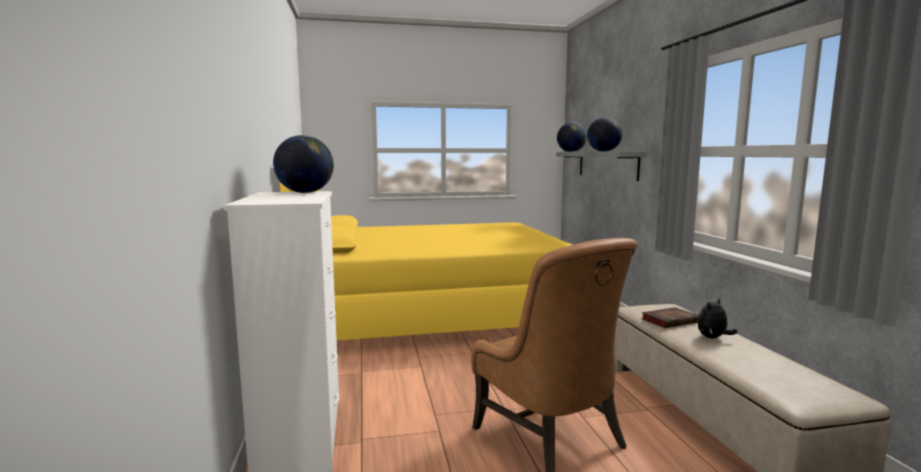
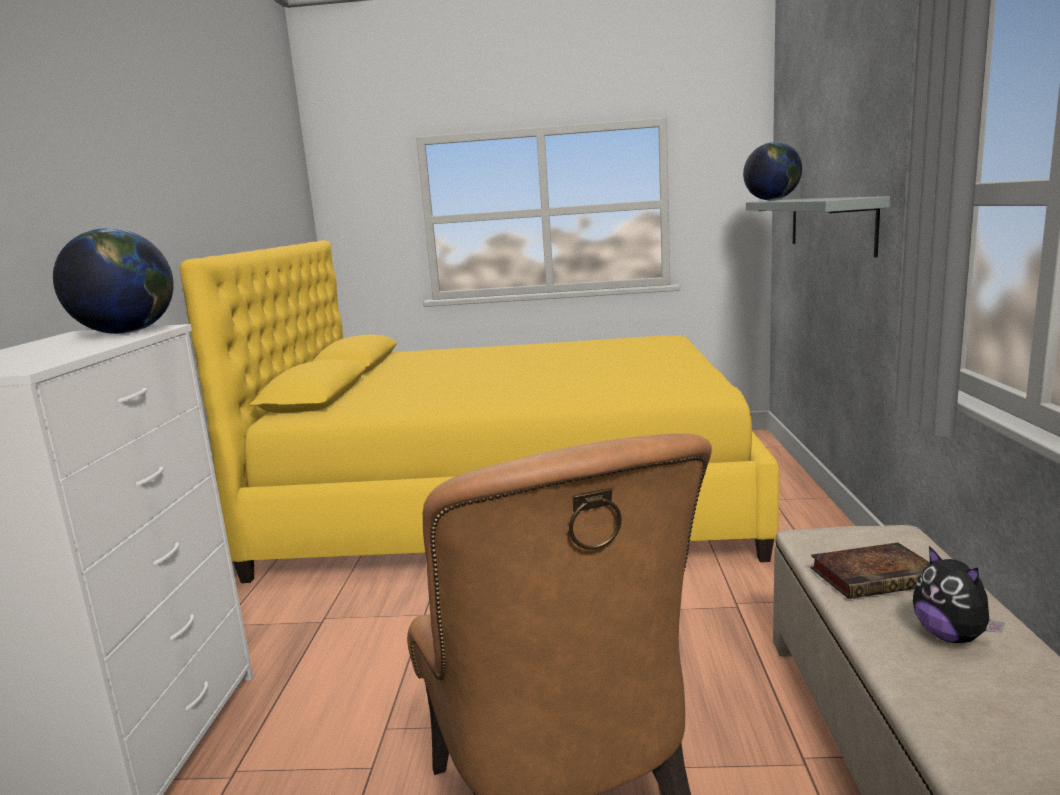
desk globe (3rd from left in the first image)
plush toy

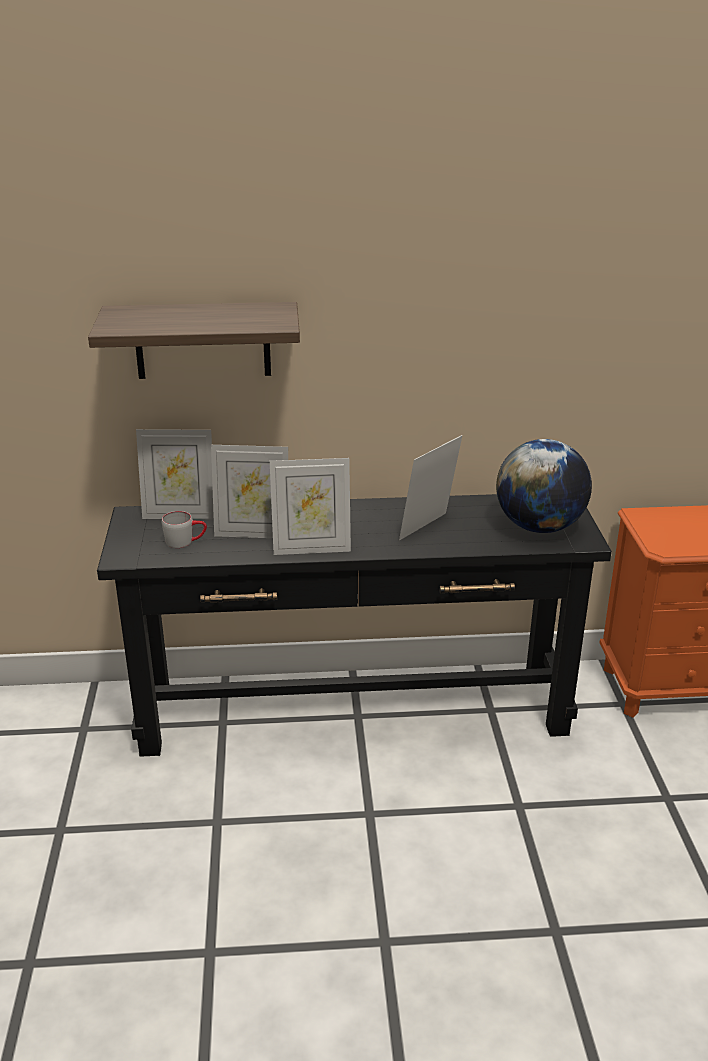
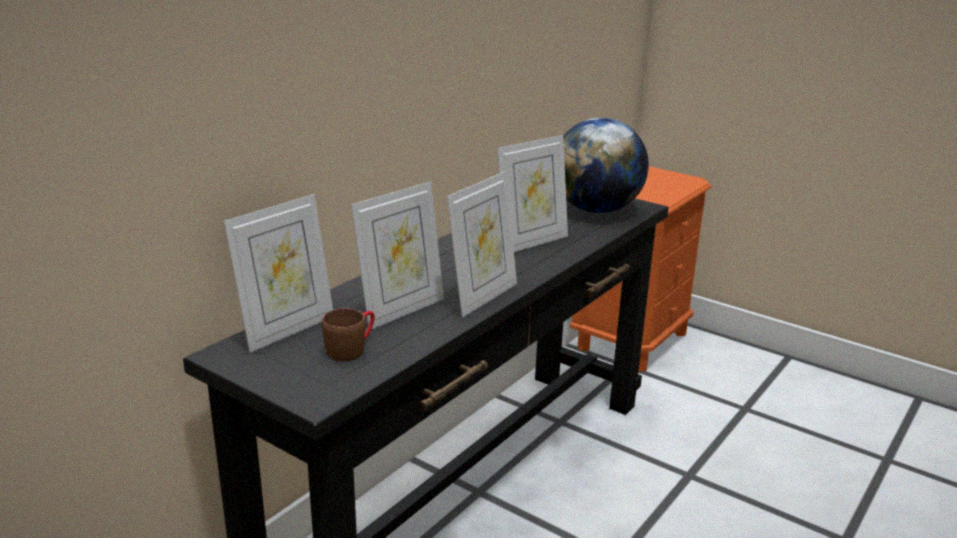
wall shelf
picture frame (4th from left)
brown-coloured coffee mug

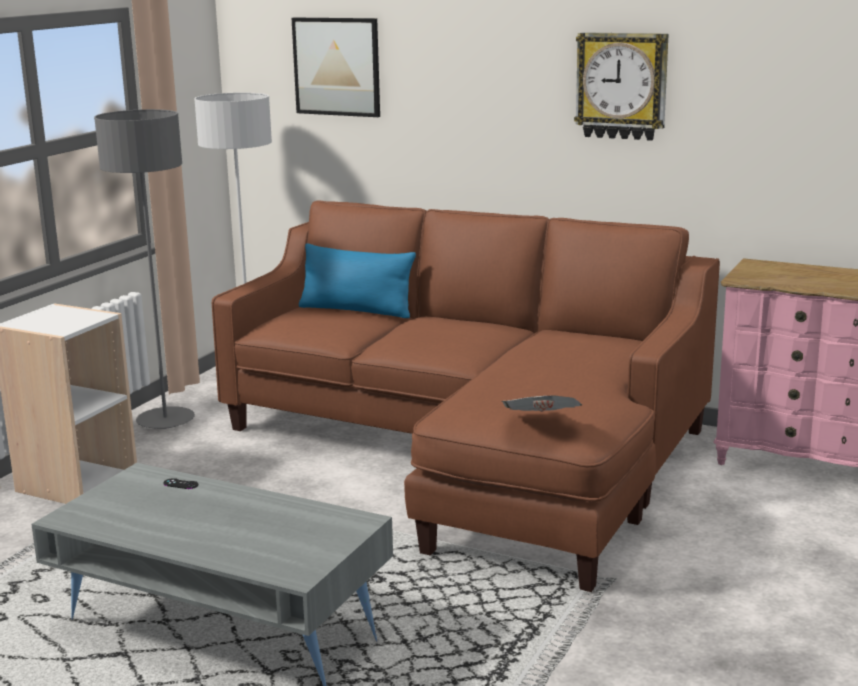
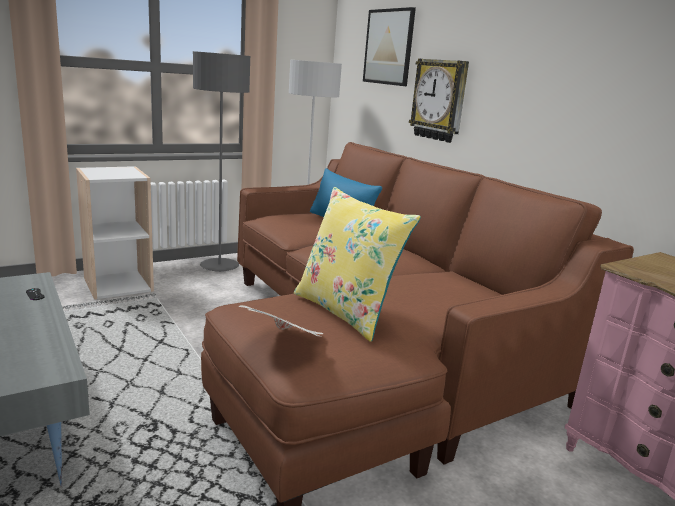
wall clock
yellow pillow

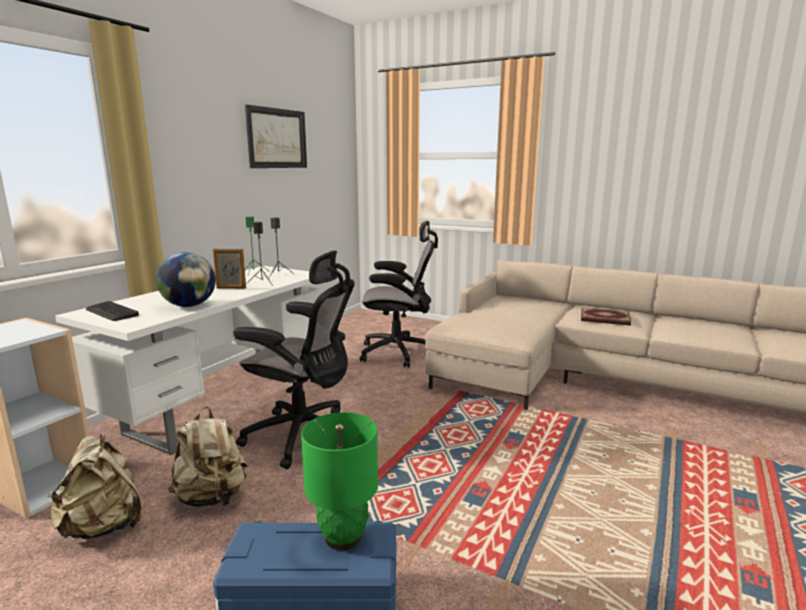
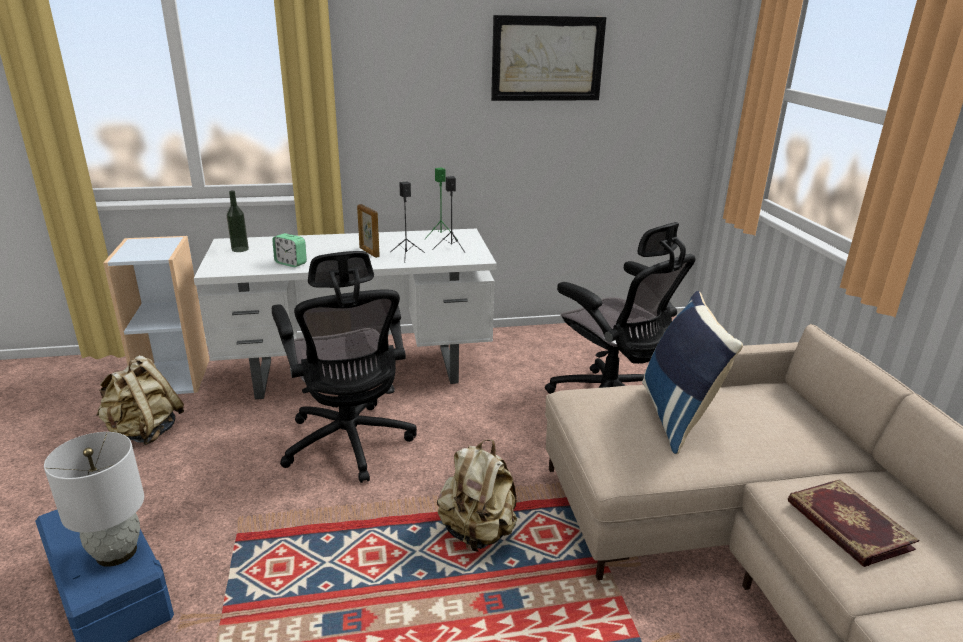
alarm clock
bottle
beige-coloured knapsack (2nd from left)
whitish table lamp
blue-coloured pillow

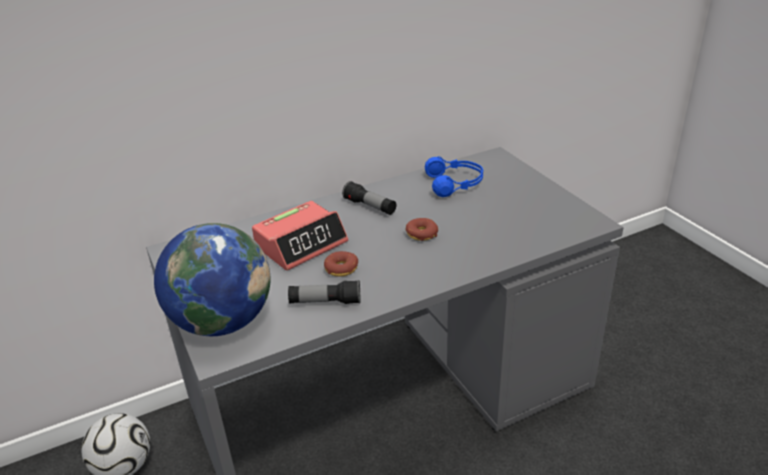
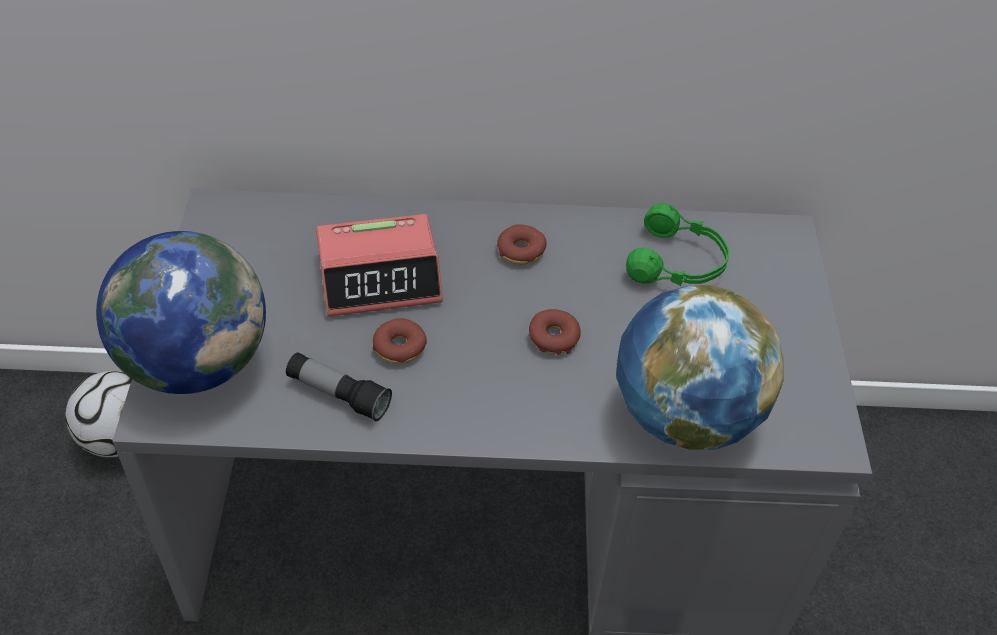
green-coloured headset
doughnut (2nd from left)
desk globe (2nd from left)

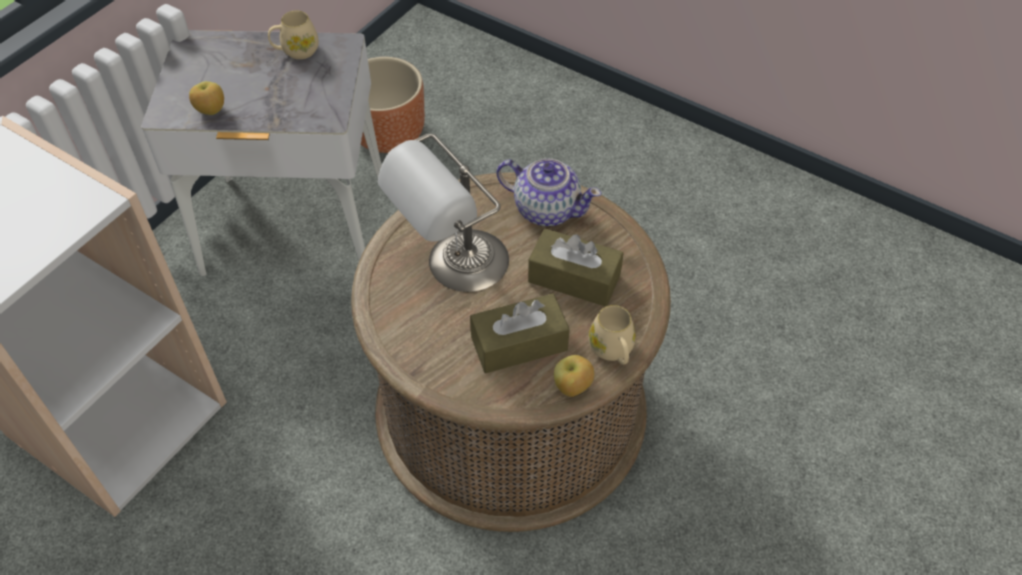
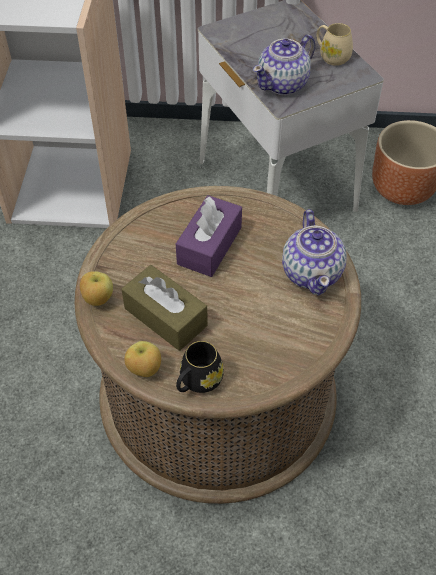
whole apple (1st from left)
purple-coloured tissue box
brown-coloured tissue box (2nd from left in the first image)
black-coloured coffee mug
teapot (1st from left)

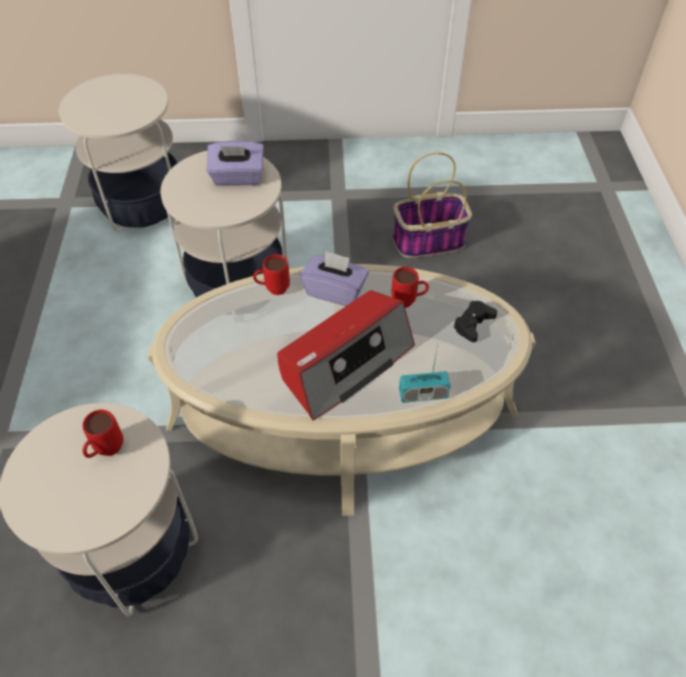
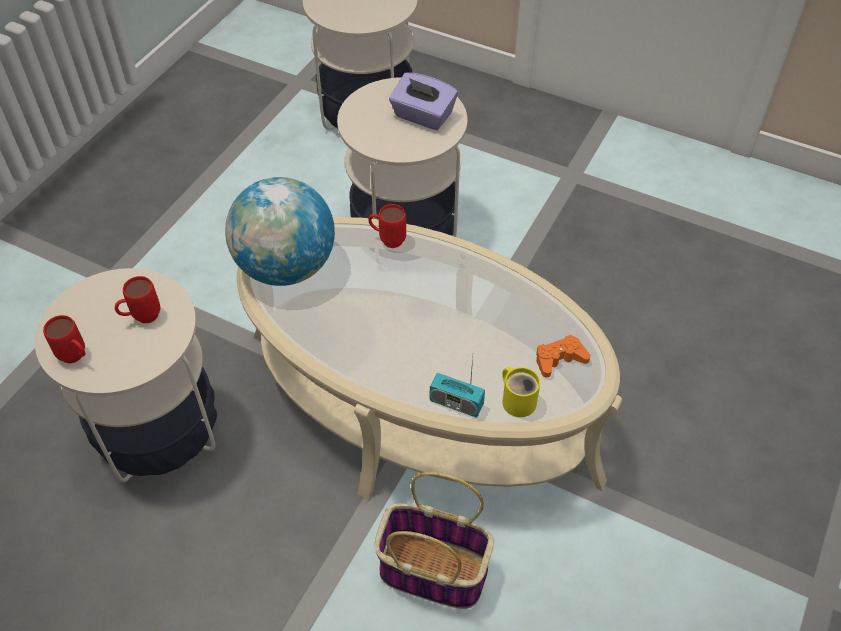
household basket
purple-coloured tissue box (2nd from left in the first image)
red-coloured coffee mug (1st from left)
radio (1st from left in the first image)
orange joypad
desk globe
yellow coffee mug

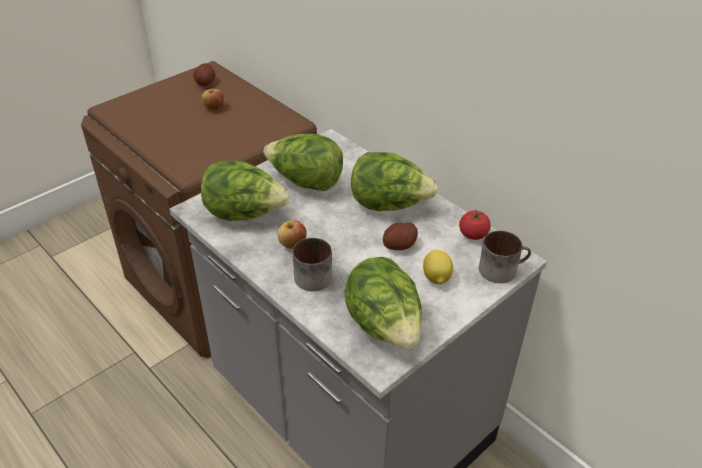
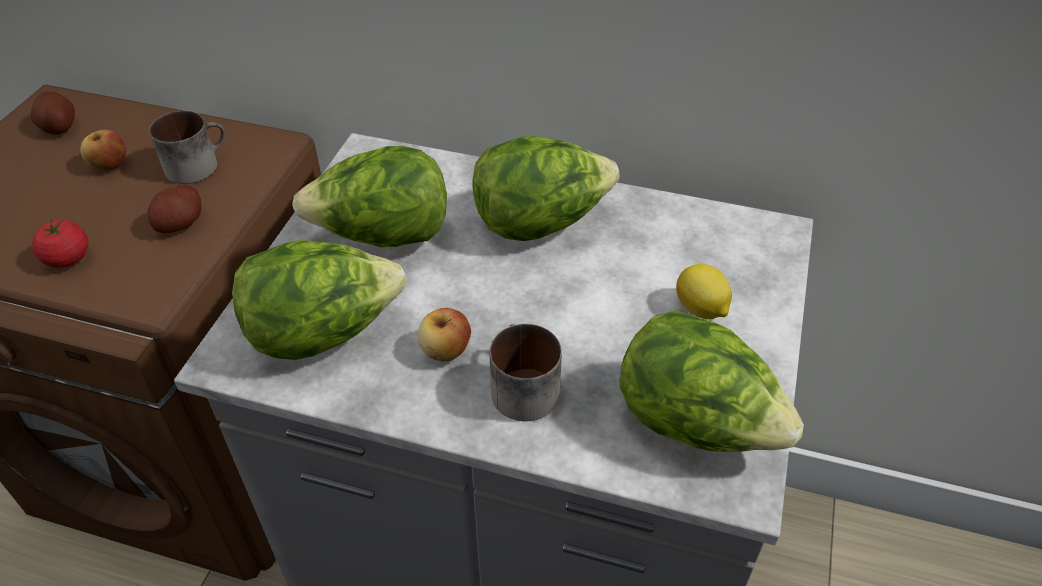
tomato
whole potato (2nd from left)
coffee mug (1st from left)

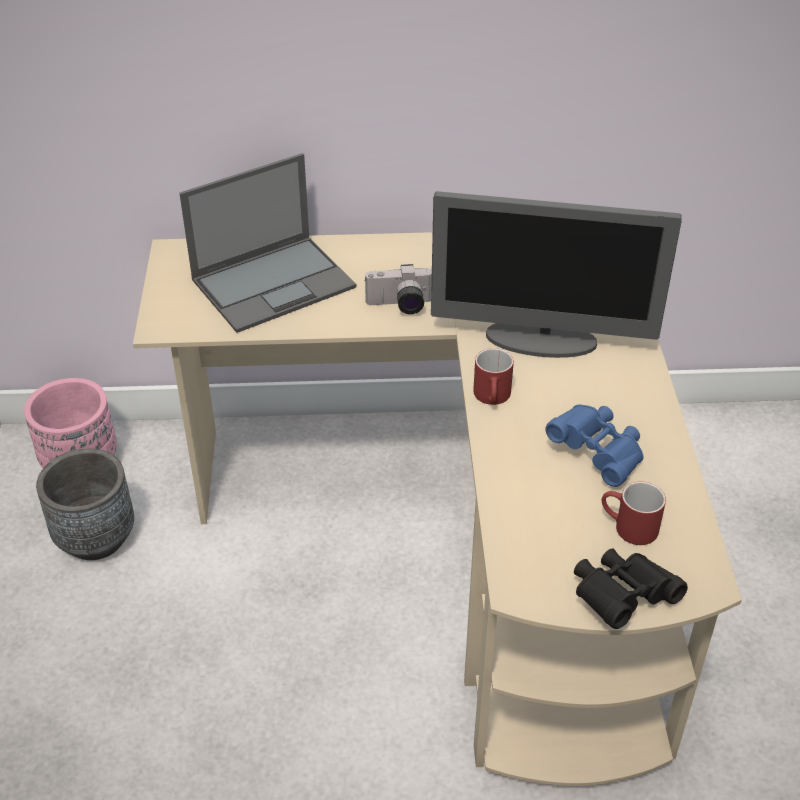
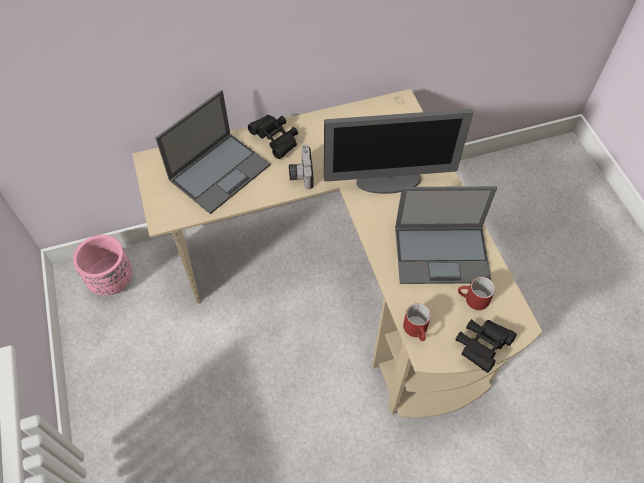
still camera
red-coloured coffee mug (1st from left)
laptop (2nd from left)
gray planter
black-coloured field glasses (1st from left)

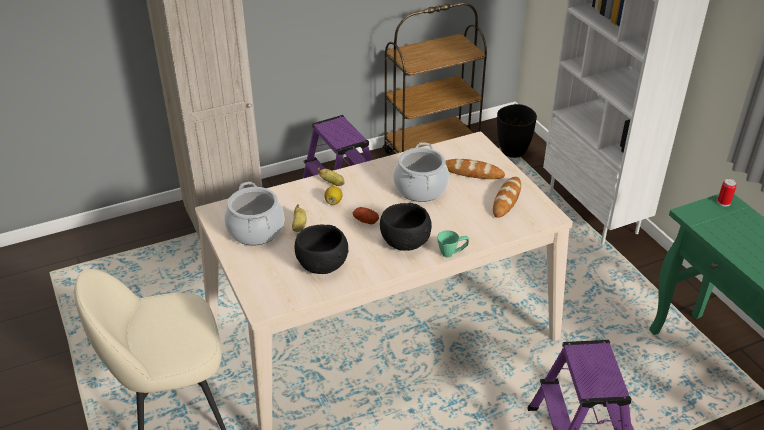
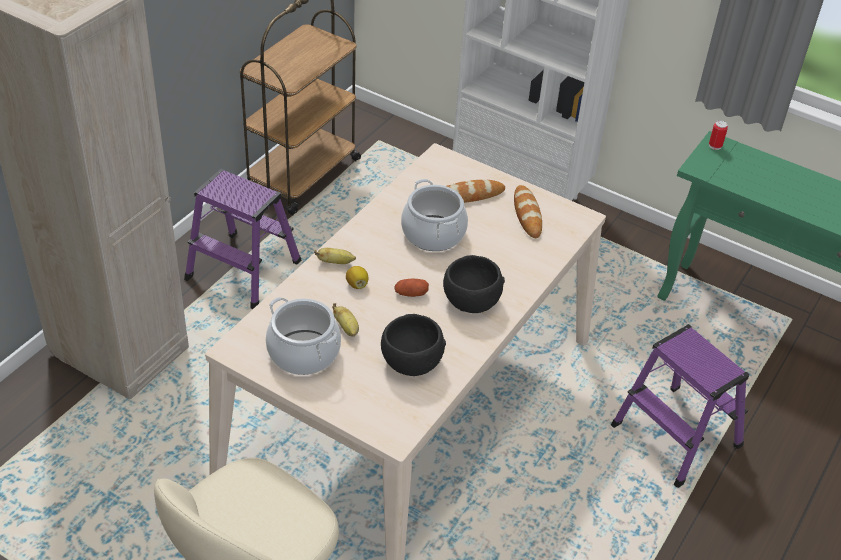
black-coloured vase
green-coloured coffee mug

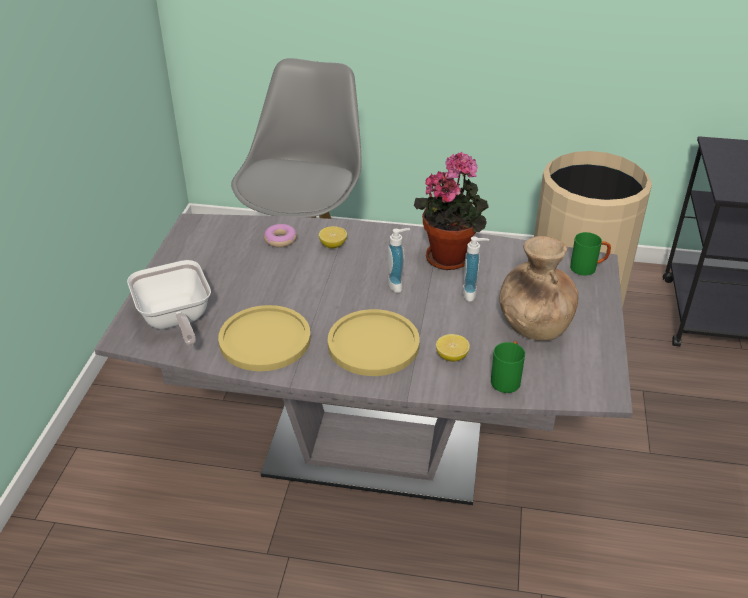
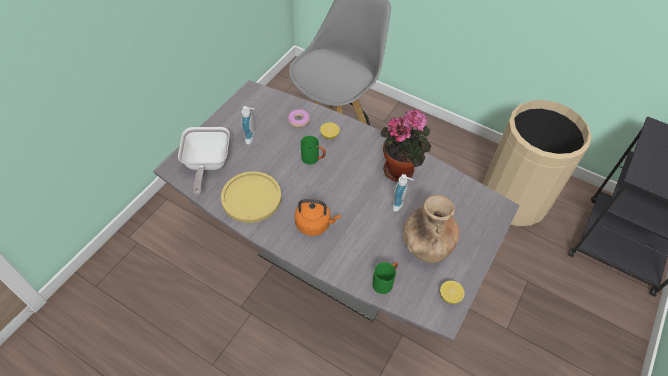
soap dispenser (1st from left)
green-coloured coffee mug (1st from left)
orange tea kettle
citrus fruit (2nd from left)

